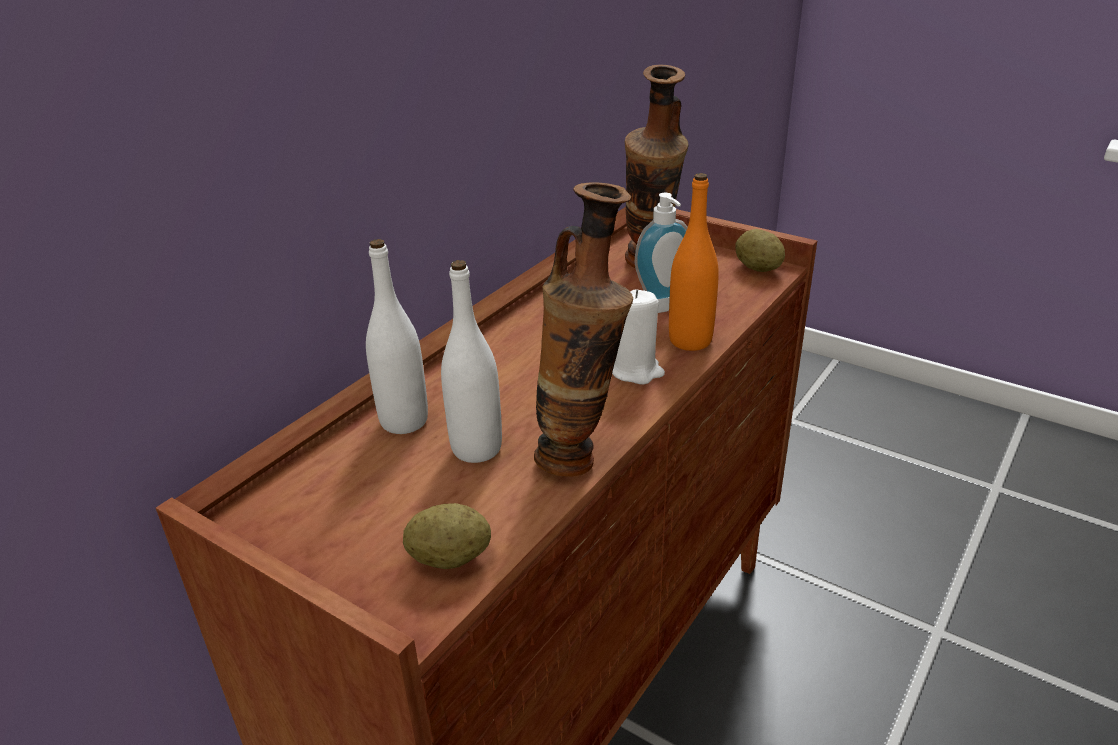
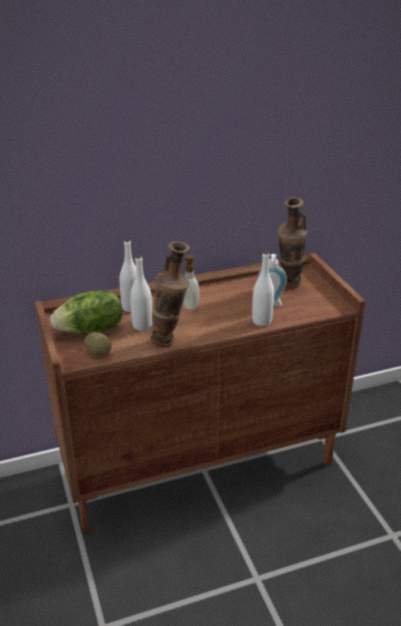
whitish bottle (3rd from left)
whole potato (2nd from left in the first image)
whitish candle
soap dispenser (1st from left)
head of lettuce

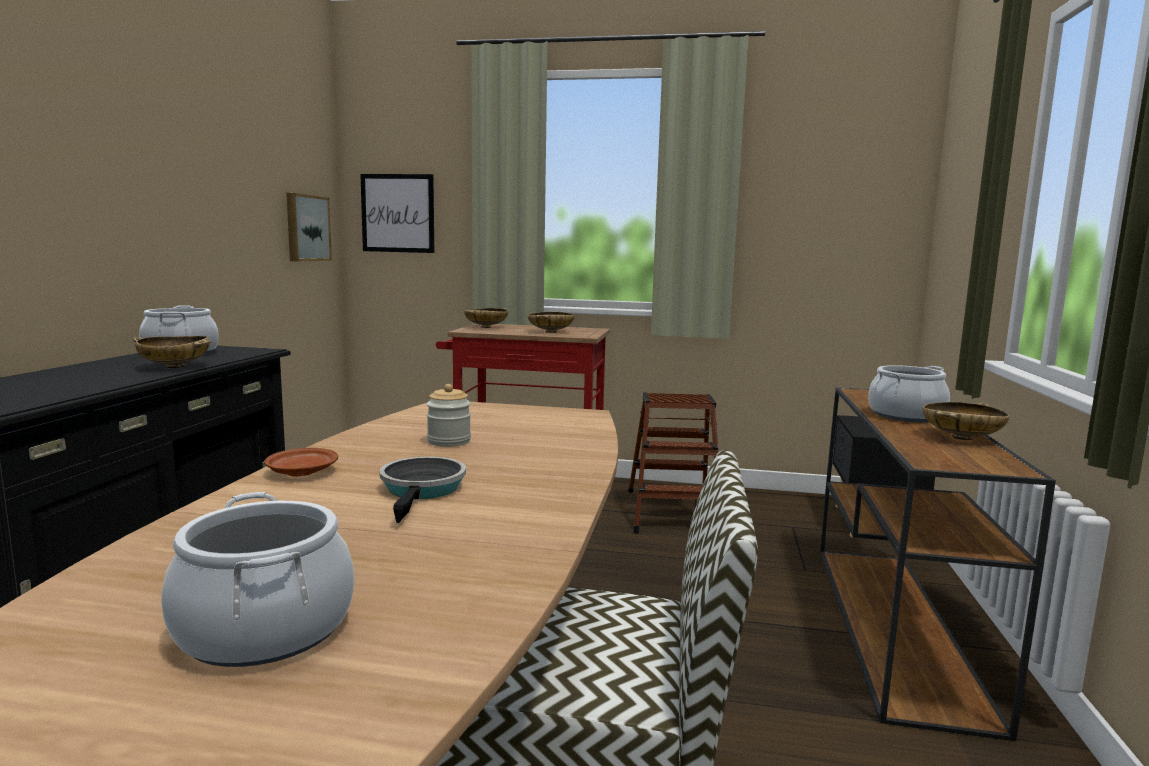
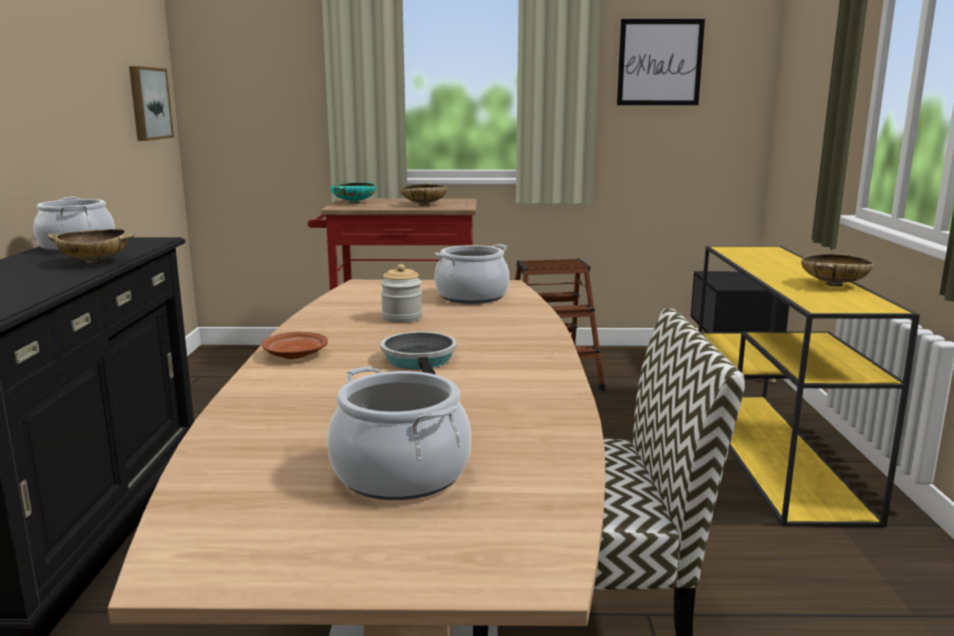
wall picture (2nd from left)
blue-green deep dish
saucepot (3rd from left)
yellow console table

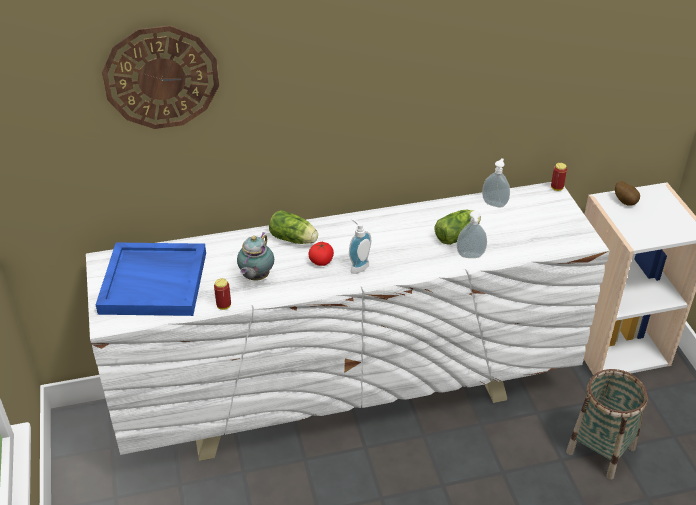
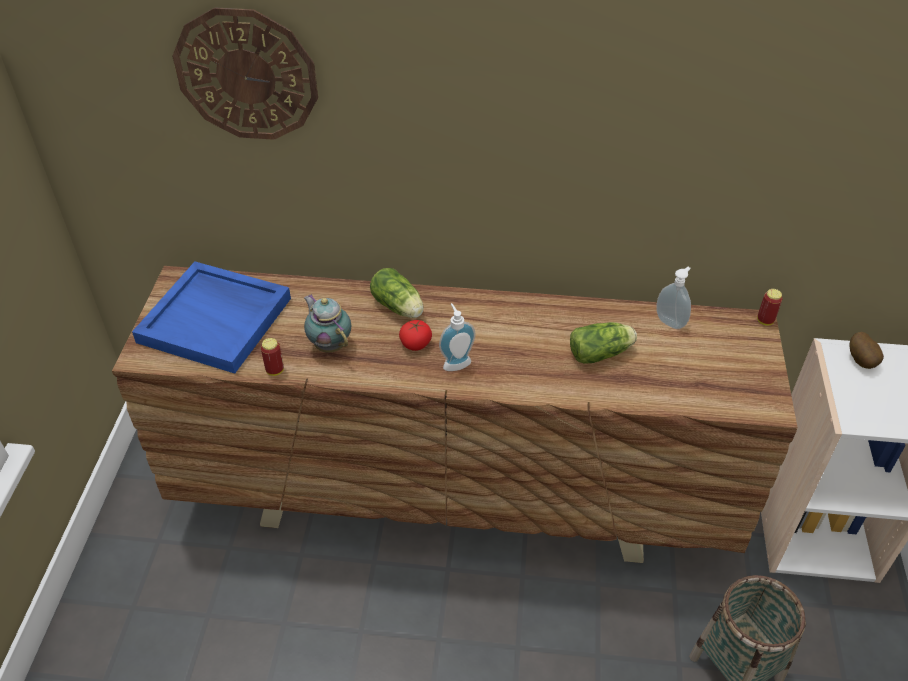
brown-coloured storage cabinet
soap dispenser (2nd from left in the first image)
teapot

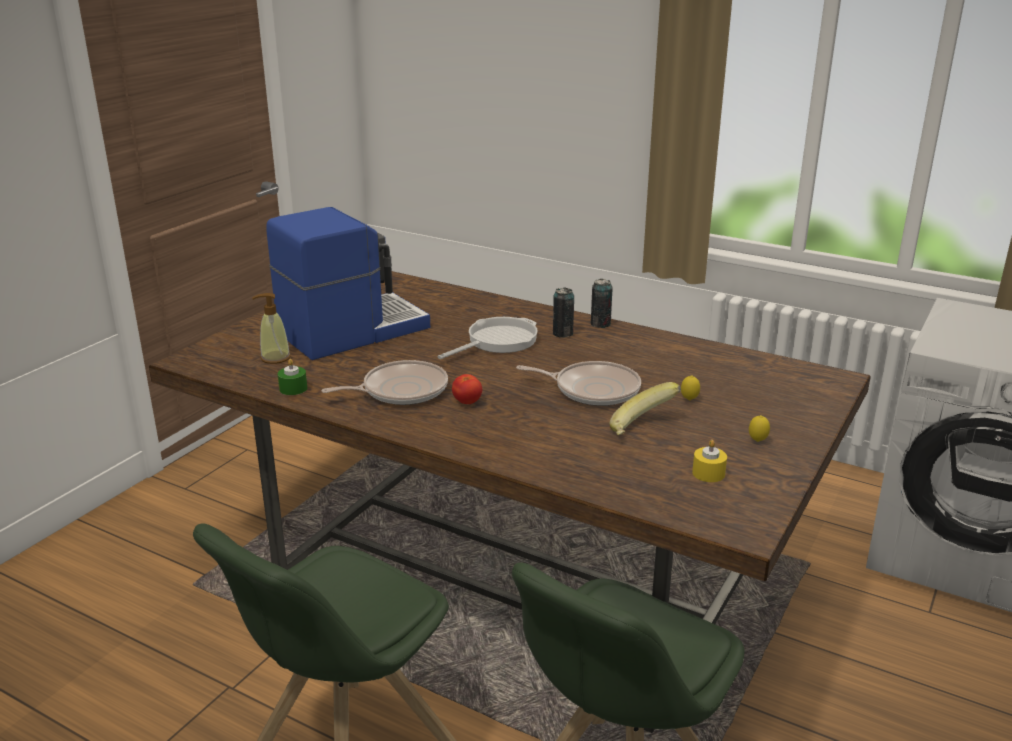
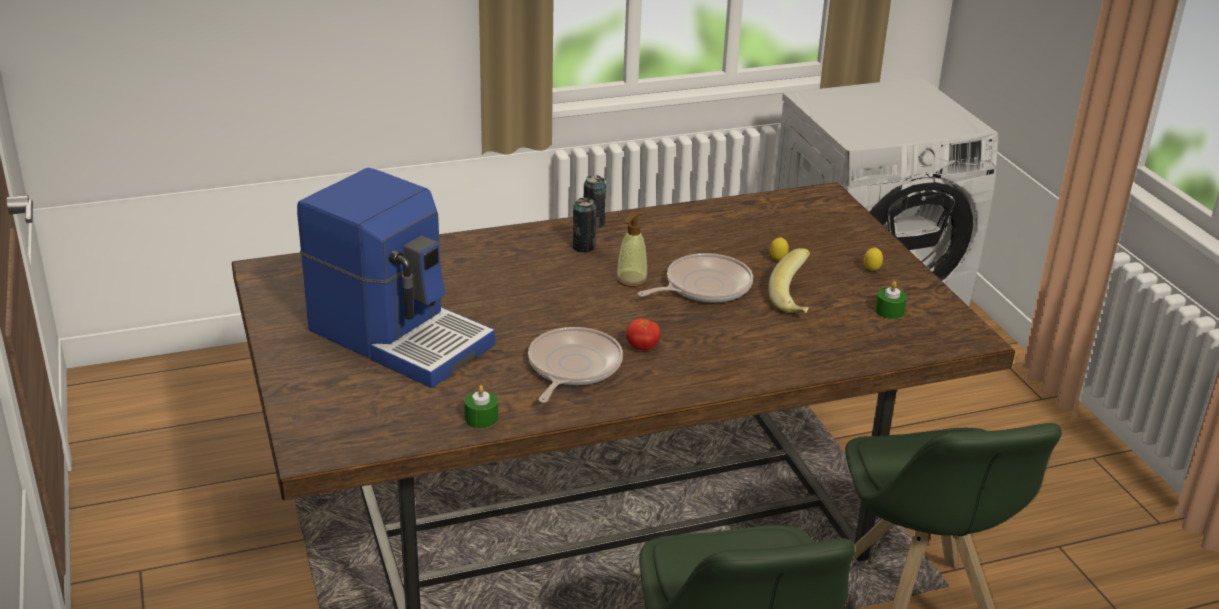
coffee maker
soap dispenser
pan (2nd from left in the first image)
green-coloured candle (2nd from left)

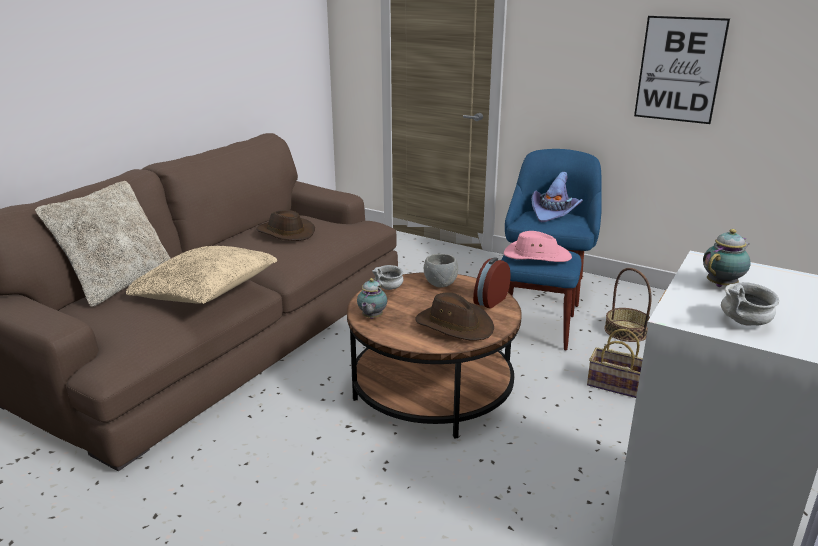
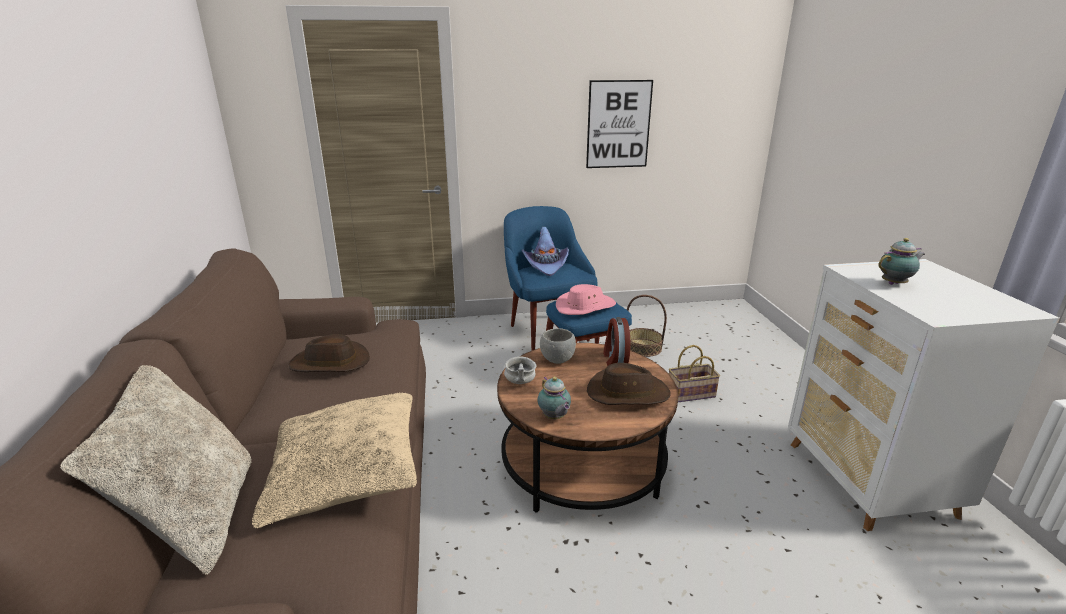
teapot (2nd from left)
gray deep dish (3rd from left in the first image)

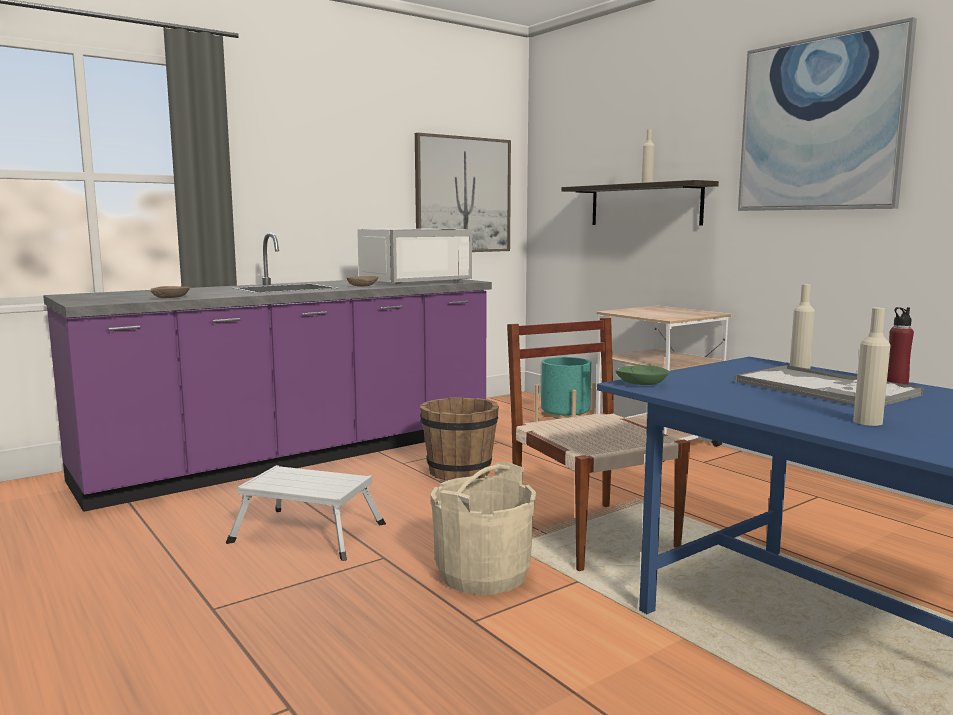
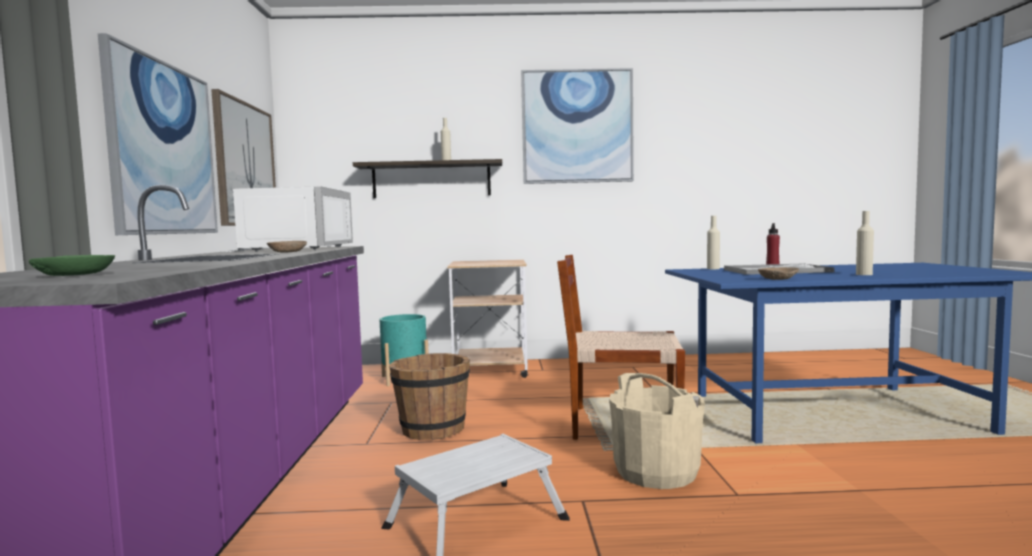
beige-coloured deep dish (2nd from left)
green-coloured deep dish
wall picture (1st from left)

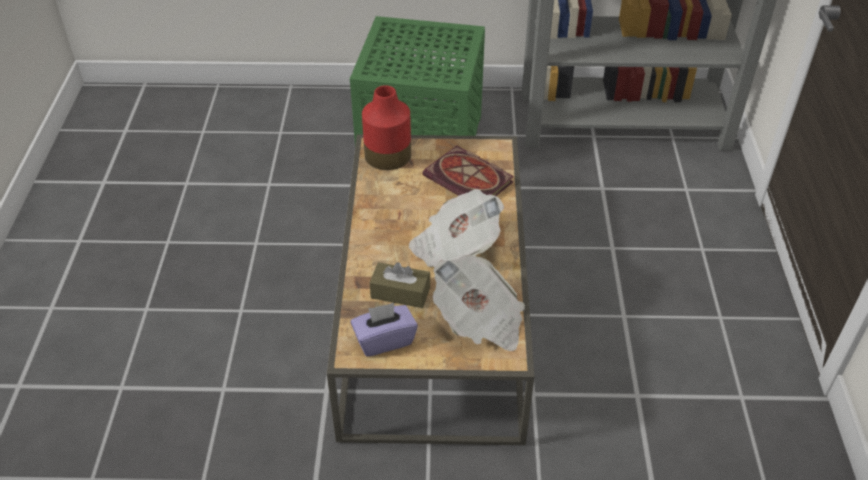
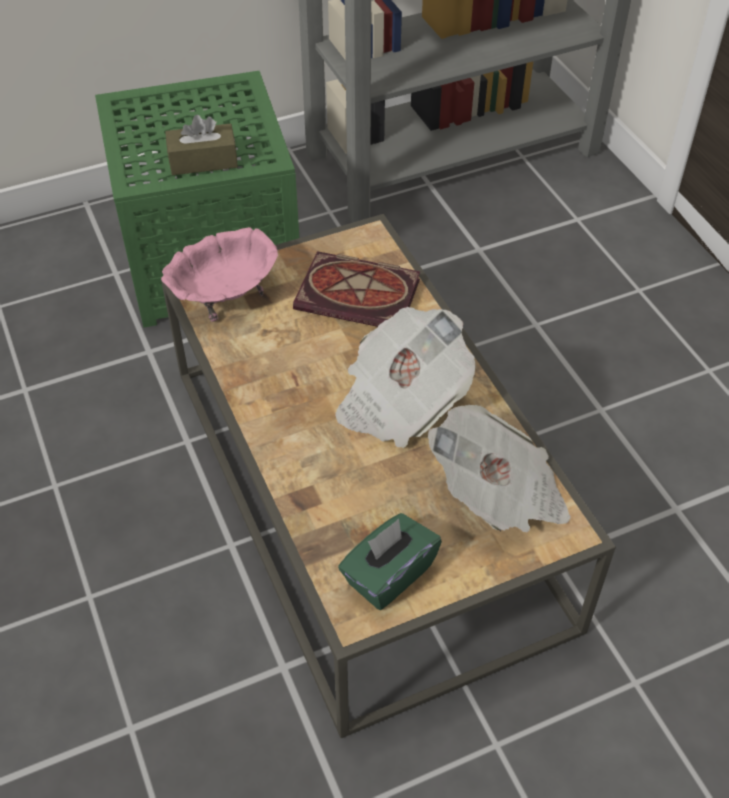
pinkish deep dish
brown-coloured tissue box
green-coloured tissue box

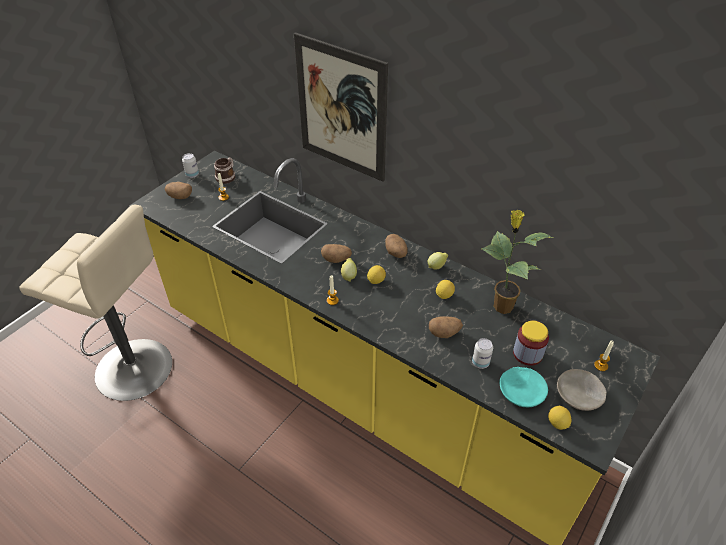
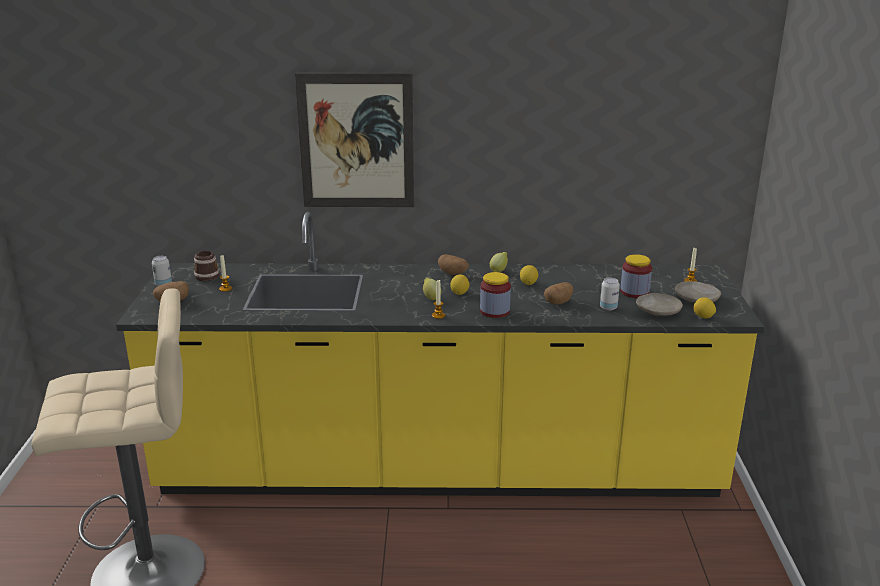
plant in a pot
whole potato (2nd from left in the first image)
beige-coloured flat dish (1st from left)
storage jar (1st from left)

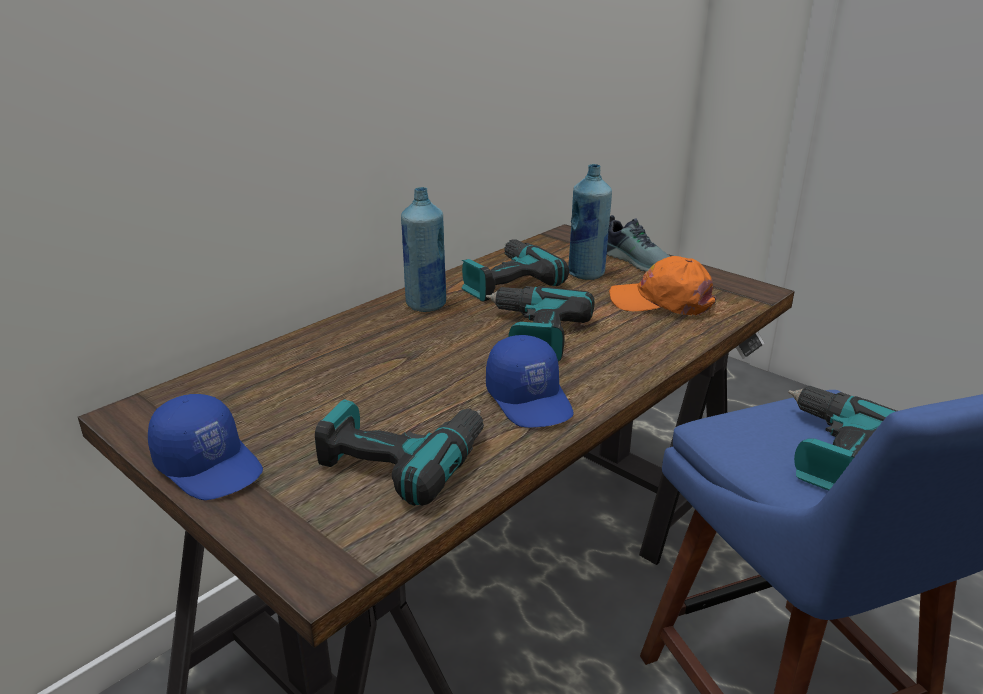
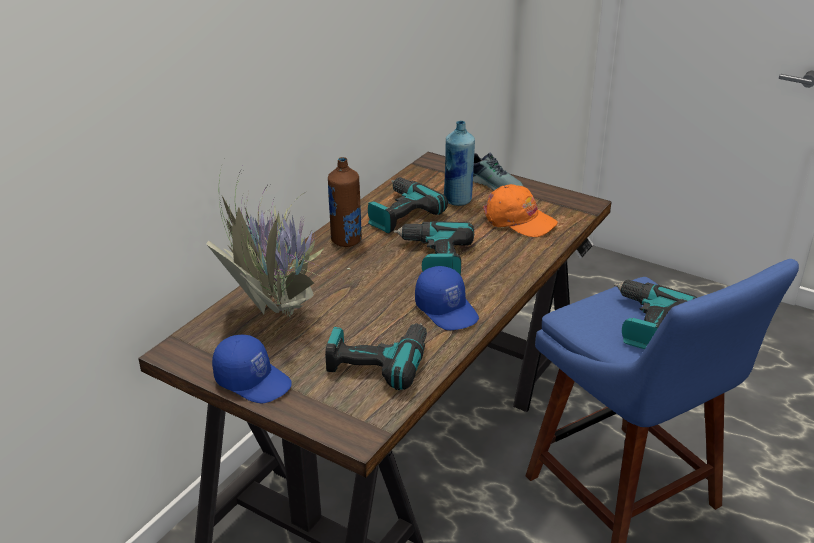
brown-coloured bottle
orange baseball cap
plant in a pot

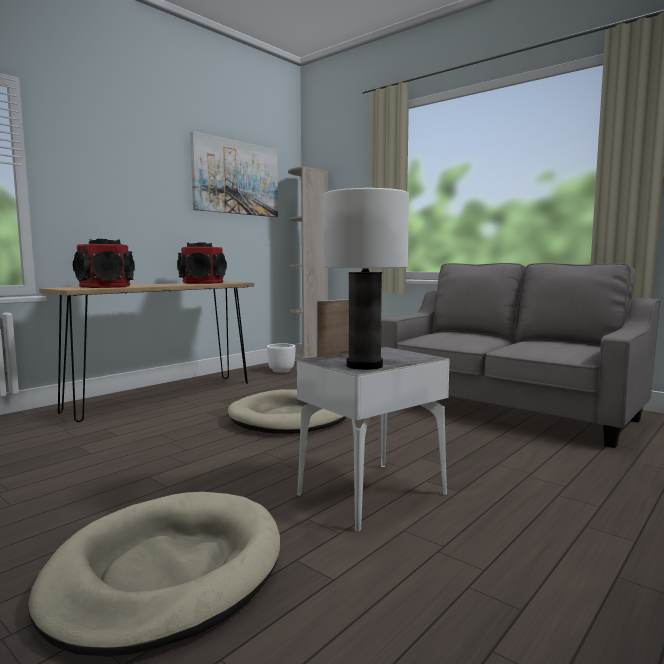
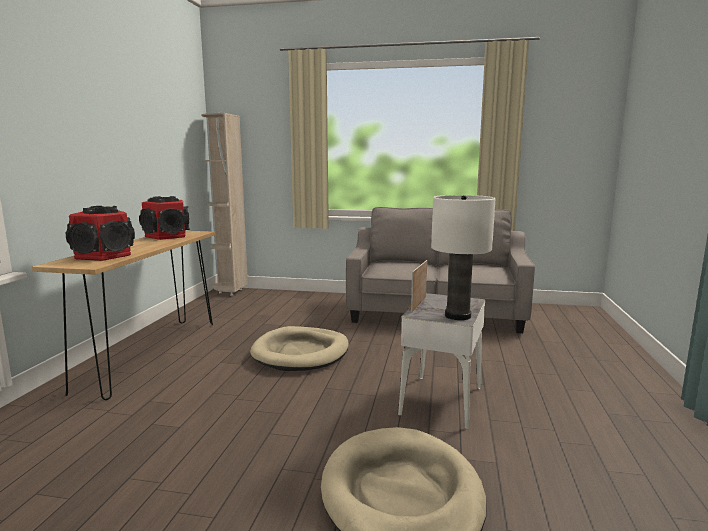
wall picture
whitish planter

